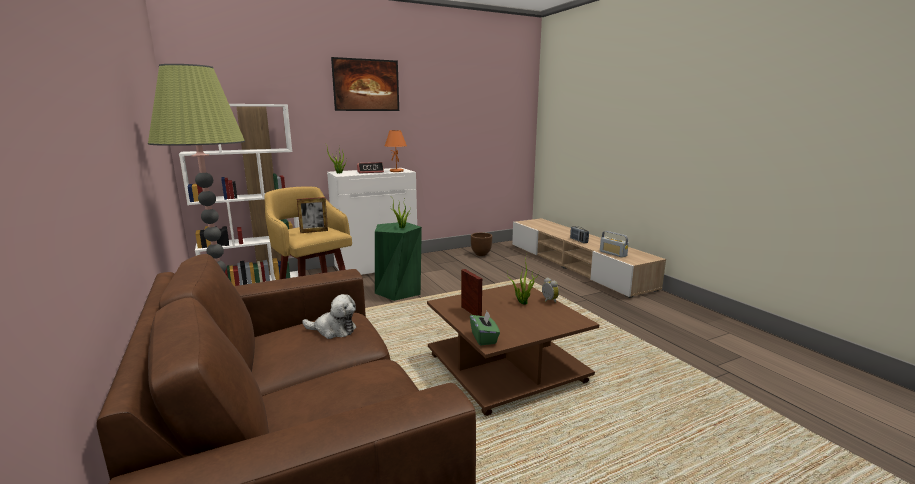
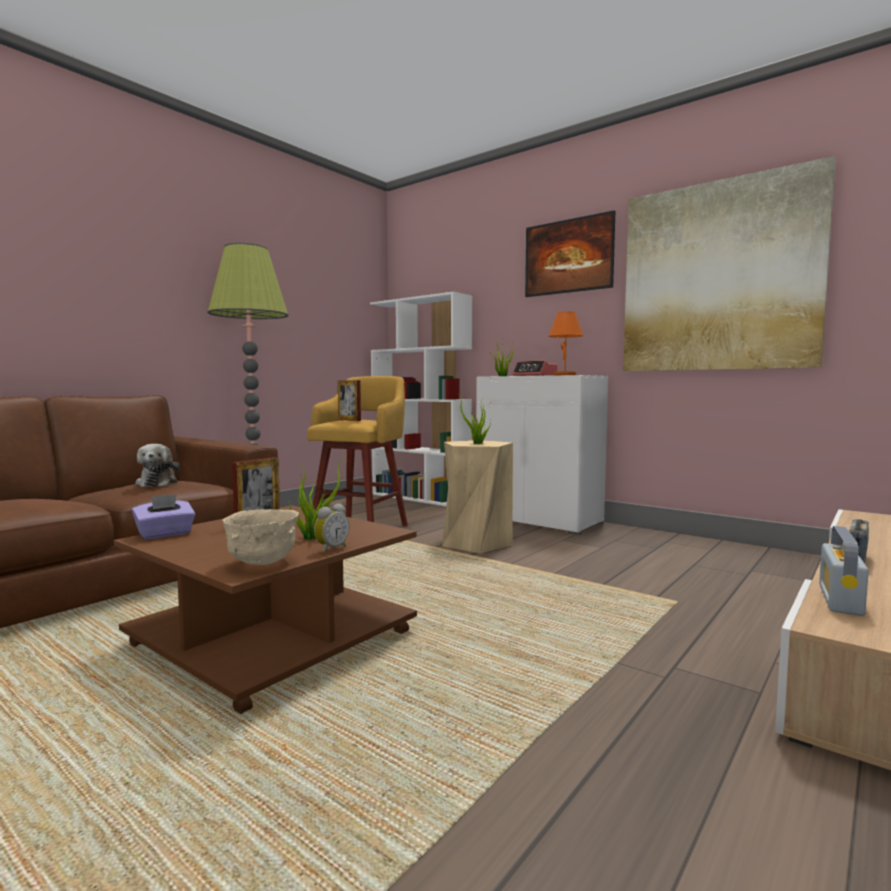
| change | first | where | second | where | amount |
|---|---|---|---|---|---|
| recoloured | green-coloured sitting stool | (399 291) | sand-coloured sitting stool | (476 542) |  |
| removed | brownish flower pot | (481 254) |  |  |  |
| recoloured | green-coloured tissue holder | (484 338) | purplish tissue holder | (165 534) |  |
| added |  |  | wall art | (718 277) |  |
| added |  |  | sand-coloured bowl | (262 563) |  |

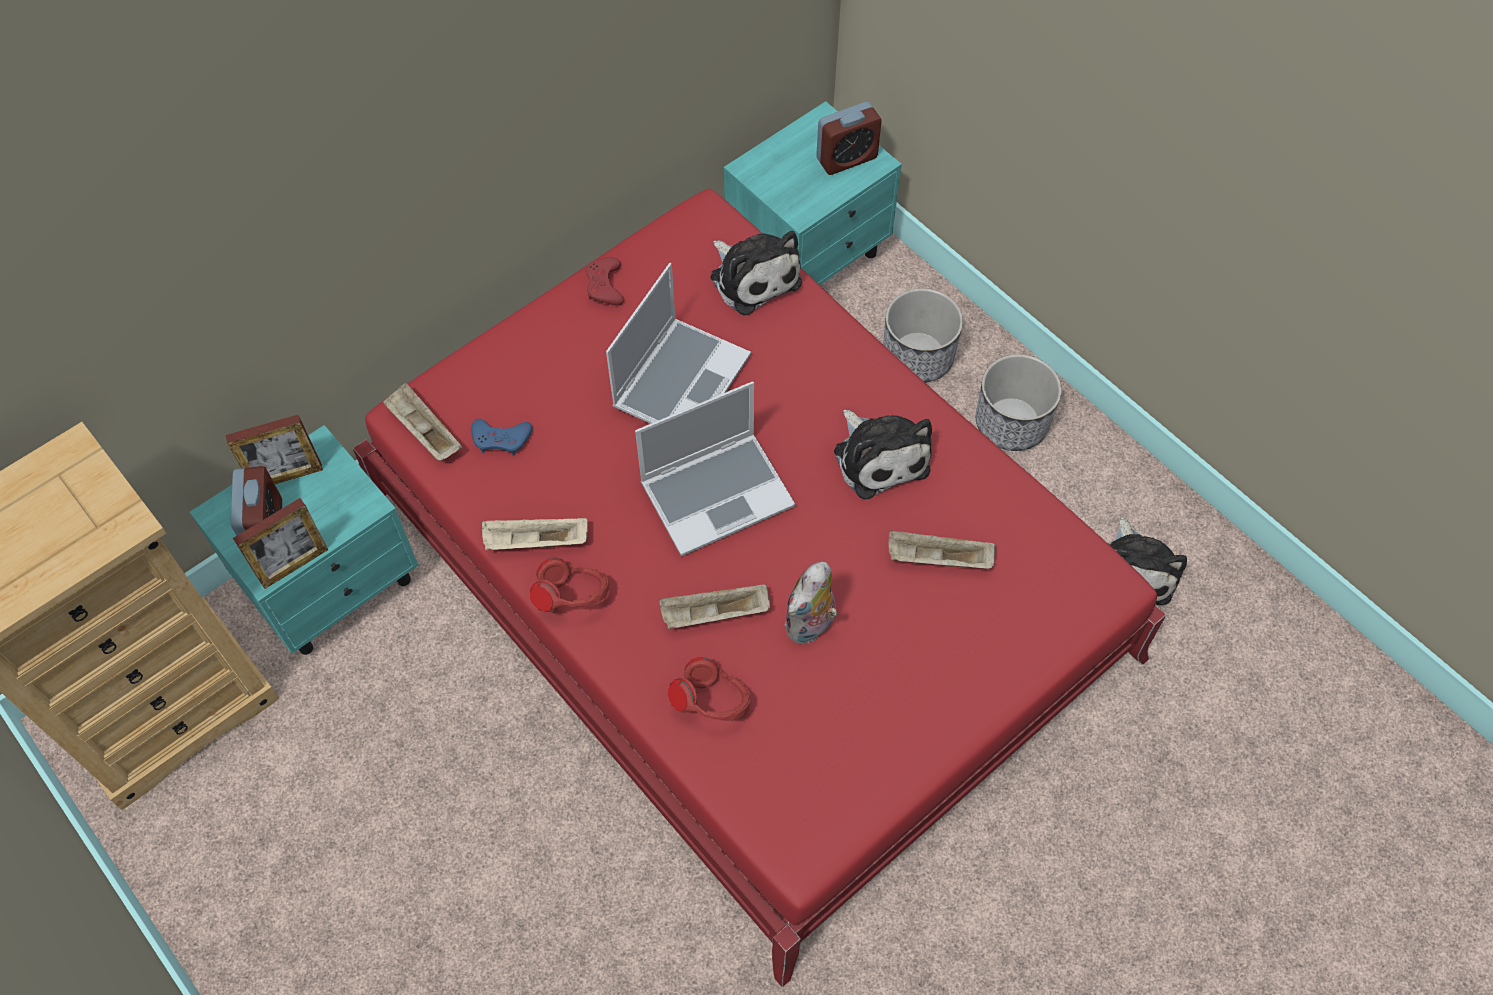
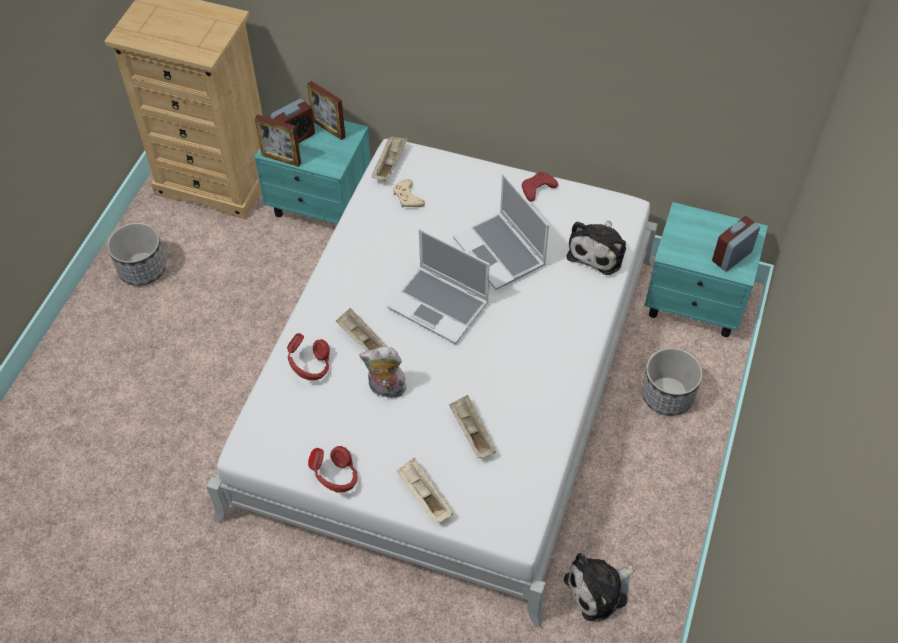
| change | first | where | second | where | amount |
|---|---|---|---|---|---|
| turned | table clock | (846 158) |  | (731 256) | 105 degrees clockwise |
| recoloured | red bed | (747 577) | whitish bed | (449 382) |  |
| turned | laptop | (681 380) |  | (501 252) | 60 degrees clockwise |
| moved | flower pot | (1010 423) |  | (142 269) |  |
| removed | cuddly toy | (879 456) |  |  |  |
| recoloured | bluish game controller | (501 439) | sand-coloured game controller | (408 197) |  |
| moved | sand-coloured serving tray | (535 543) |  | (424 496) |  |
| moved | red headset | (573 597) |  | (336 478) |  |

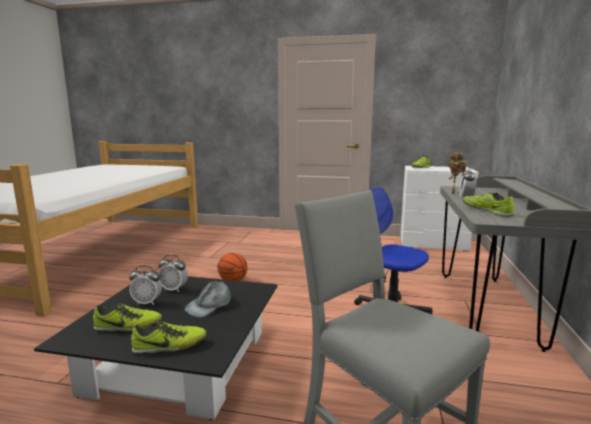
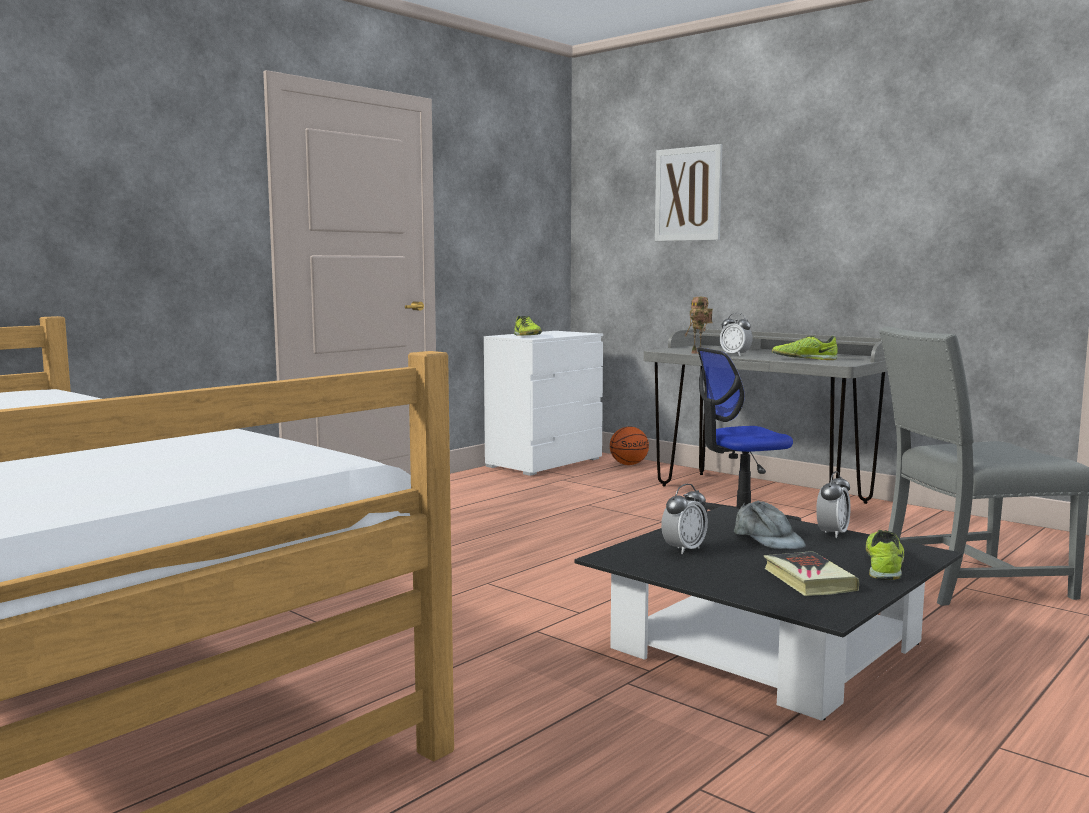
| change | first | where | second | where | amount |
|---|---|---|---|---|---|
| moved | ball for basketball | (233 281) |  | (629 464) |  |
| moved | table clock | (147 302) |  | (832 533) |  |
| replaced | low shoe | (128 327) | volume | (808 580) |  |
| added |  |  | wall art | (688 194) |  |

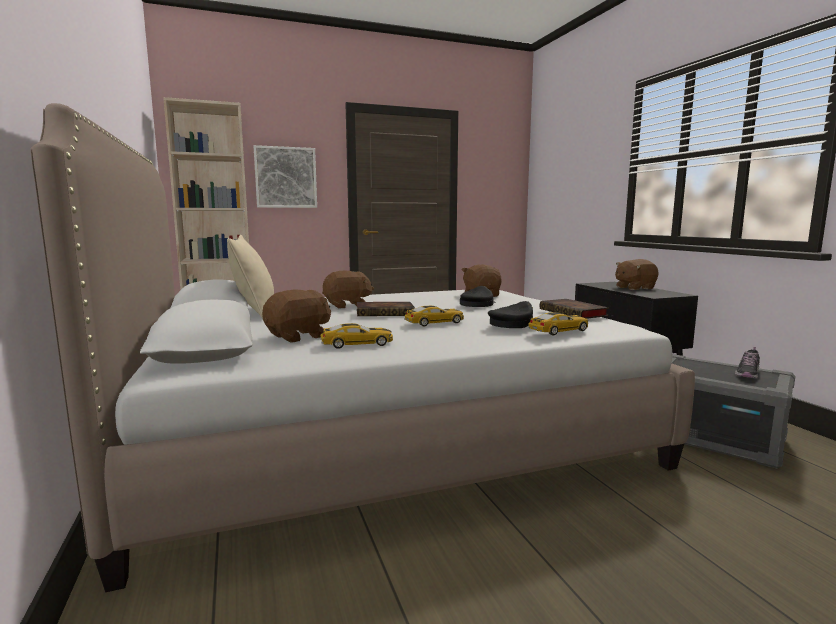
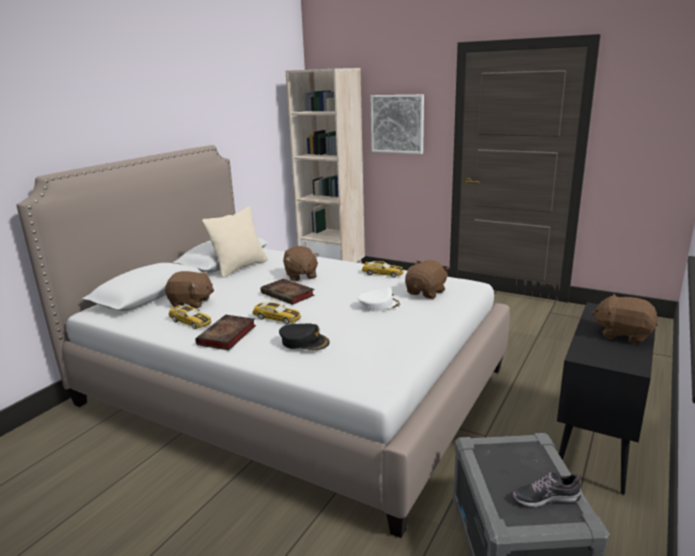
| change | first | where | second | where | amount |
|---|---|---|---|---|---|
| turned | brownish cuddly toy | (347 305) |  | (300 276) | 45 degrees clockwise |
| recoloured | black-coloured baseball cap | (477 304) | whitish baseball cap | (379 305) |  |
| moved | volume | (574 313) |  | (227 336) |  |
| moved | model car | (559 331) |  | (383 273) |  |

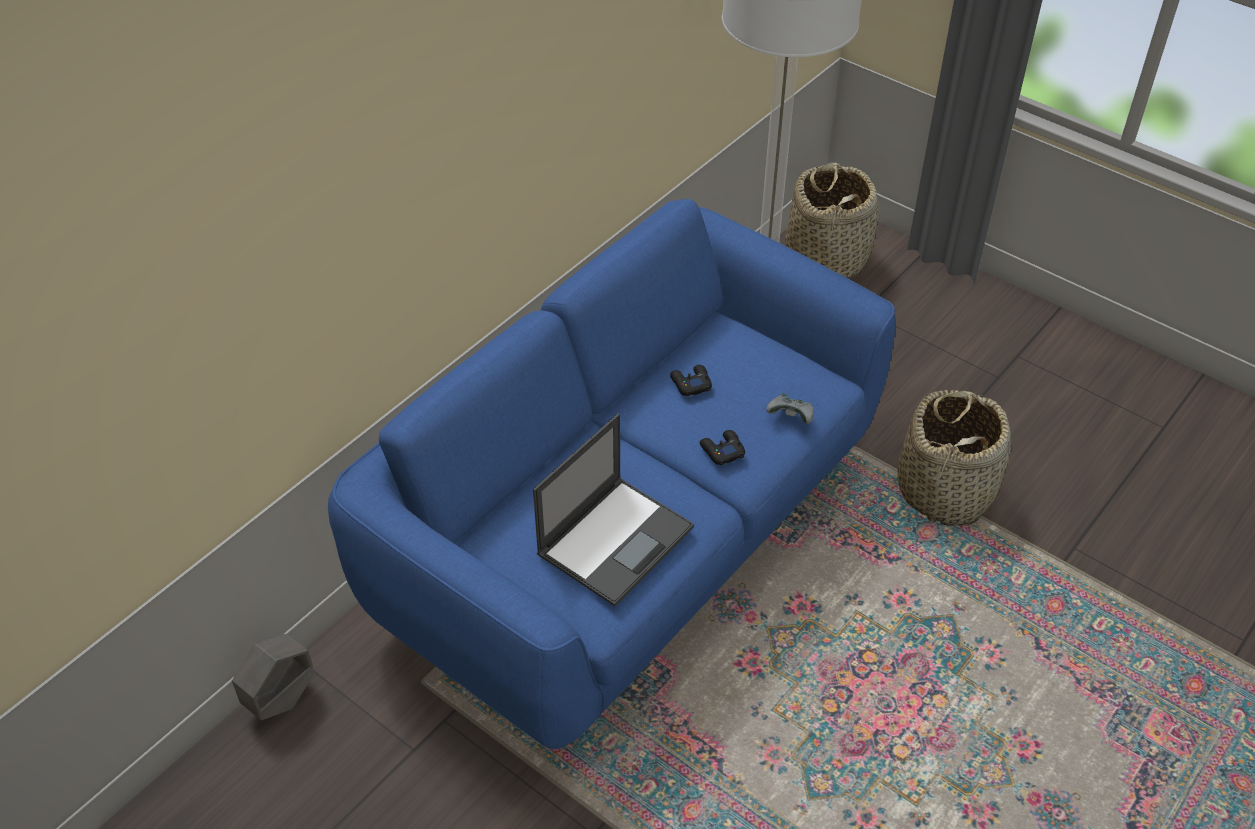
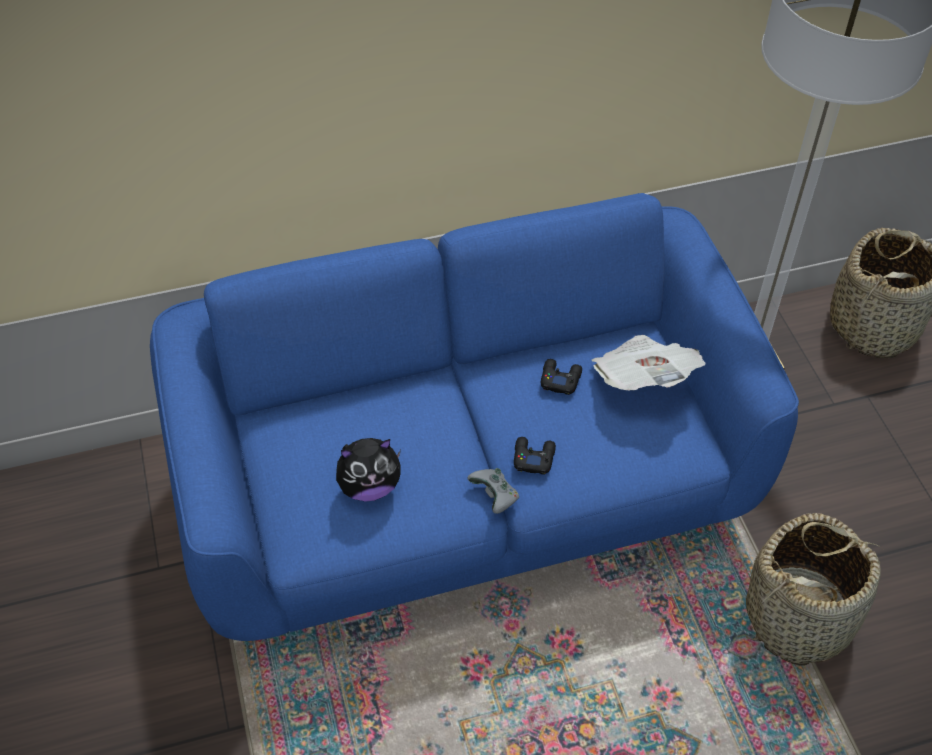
| change | first | where | second | where | amount |
|---|---|---|---|---|---|
| moved | gray game controller | (791 417) |  | (495 497) |  |
| replaced | laptop | (616 539) | cuddly toy | (369 486) |  |
| removed | gray flower pot | (281 700) |  |  |  |
| added |  |  | daily paper | (643 380) |  |

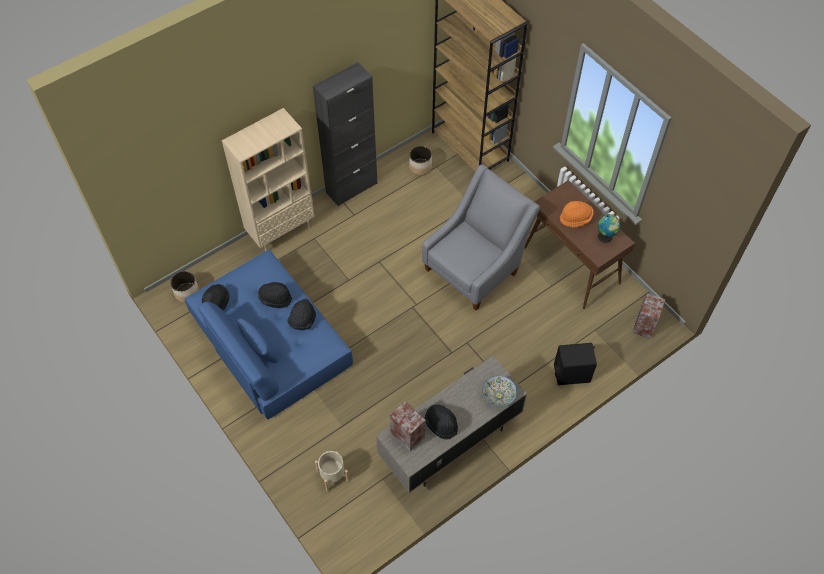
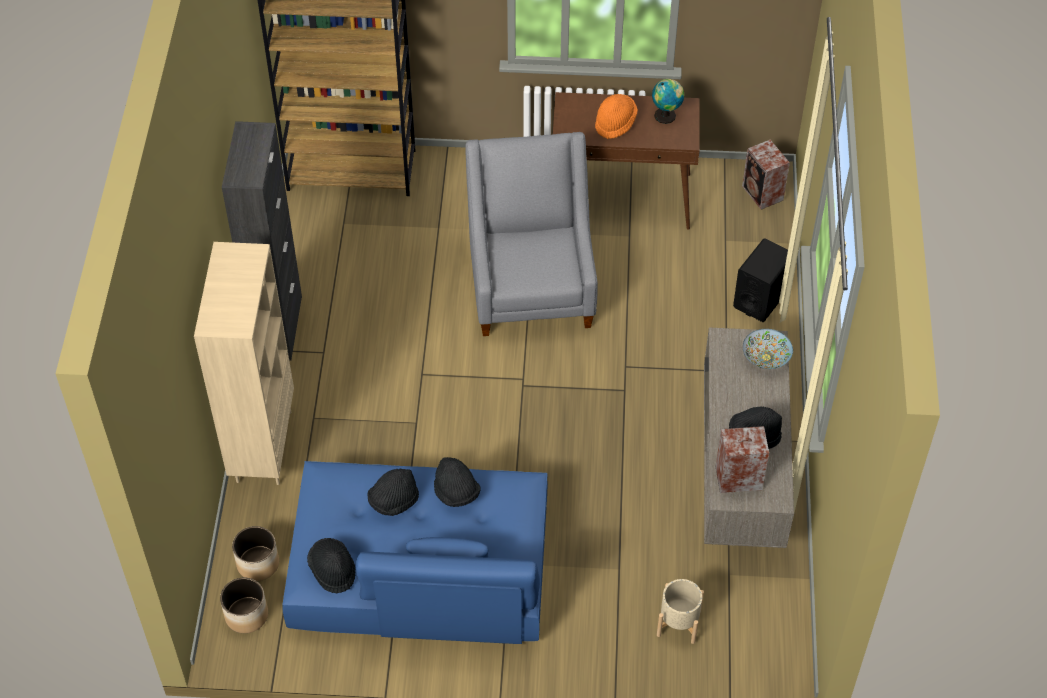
| change | first | where | second | where | amount |
|---|---|---|---|---|---|
| moved | flower pot | (420 167) |  | (258 563) |  |

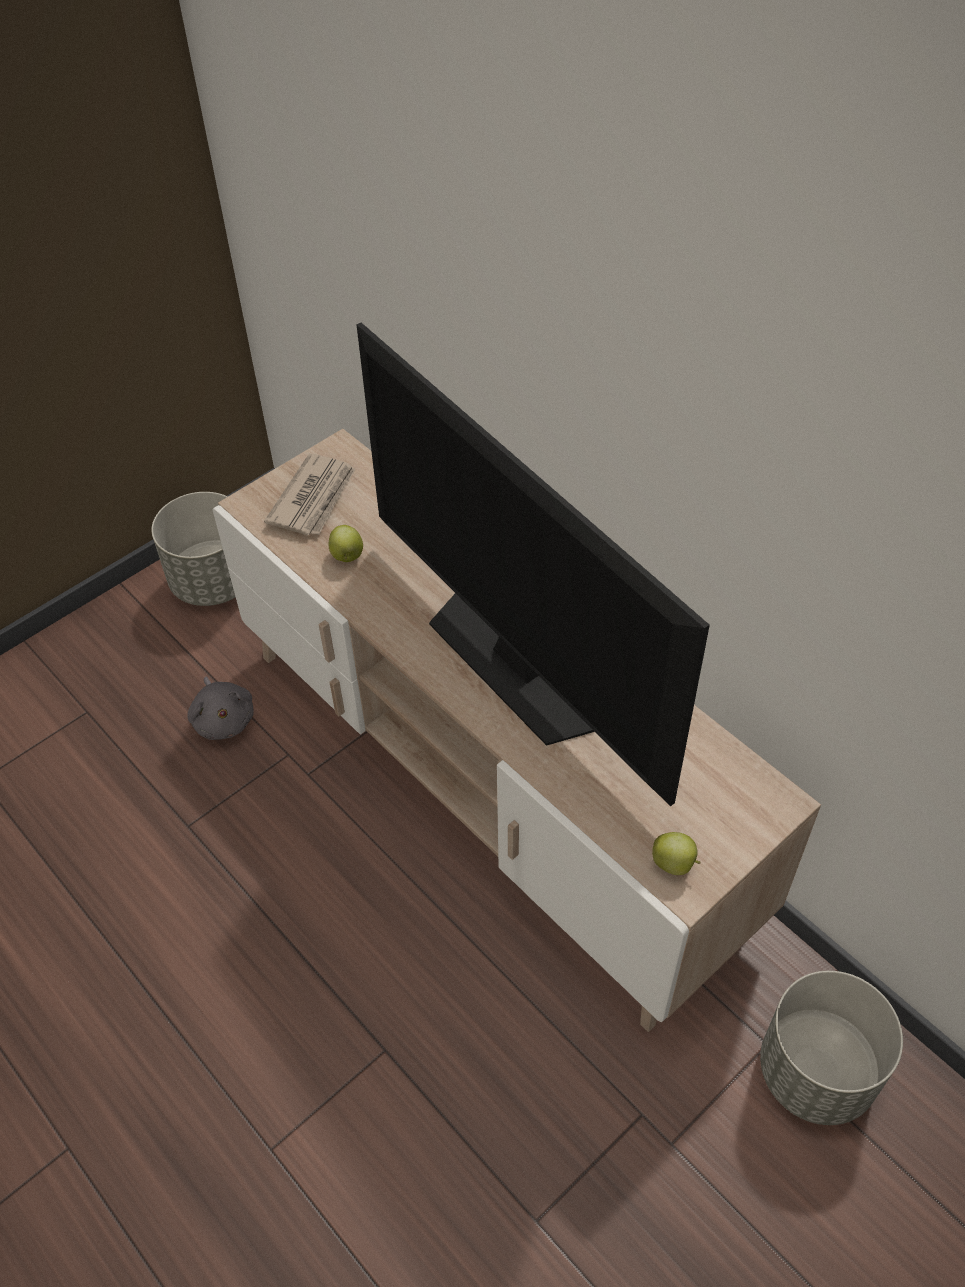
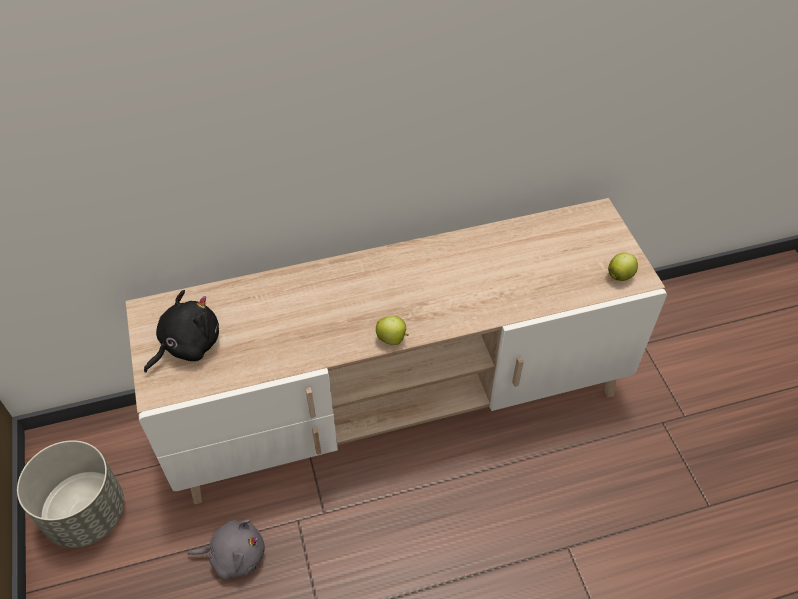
| change | first | where | second | where | amount |
|---|---|---|---|---|---|
| removed | TV set | (518 663) |  |  |  |
| replaced | daily paper | (314 498) | black-coloured cuddly toy | (187 345) |  |
| moved | whole apple | (347 556) |  | (392 339) |  |
| removed | gray flower pot | (817 1072) |  |  |  |

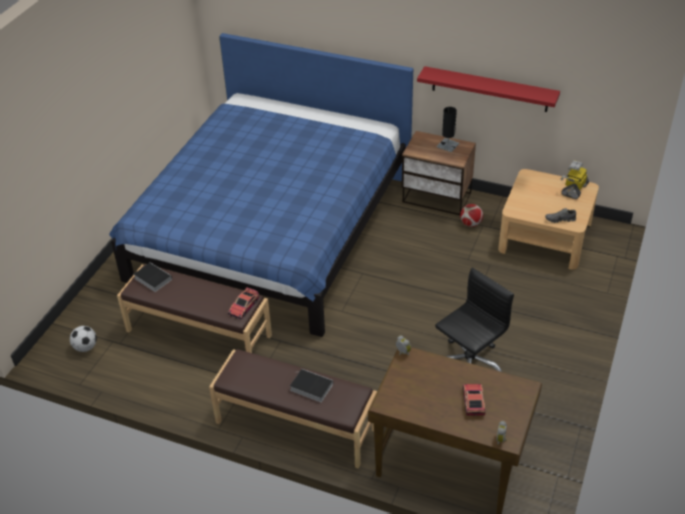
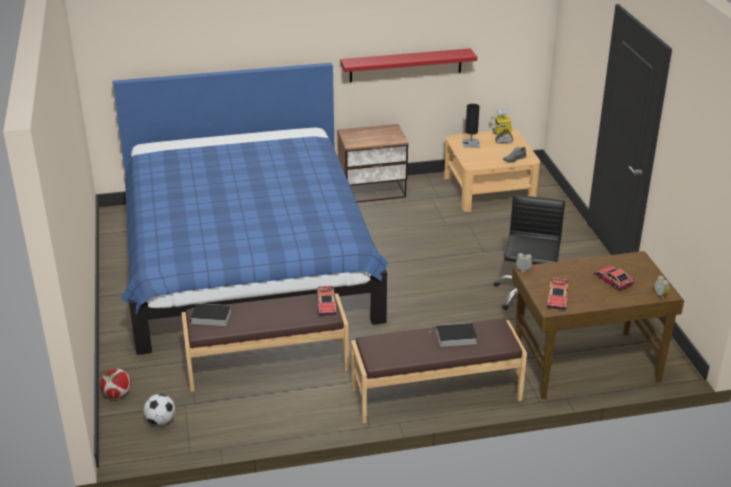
| change | first | where | second | where | amount |
|---|---|---|---|---|---|
| moved | black-coloured table lamp | (447 145) |  | (470 143) |  |
| moved | football | (471 224) |  | (117 394) |  |
| added |  |  | model car | (557 298) |  |

